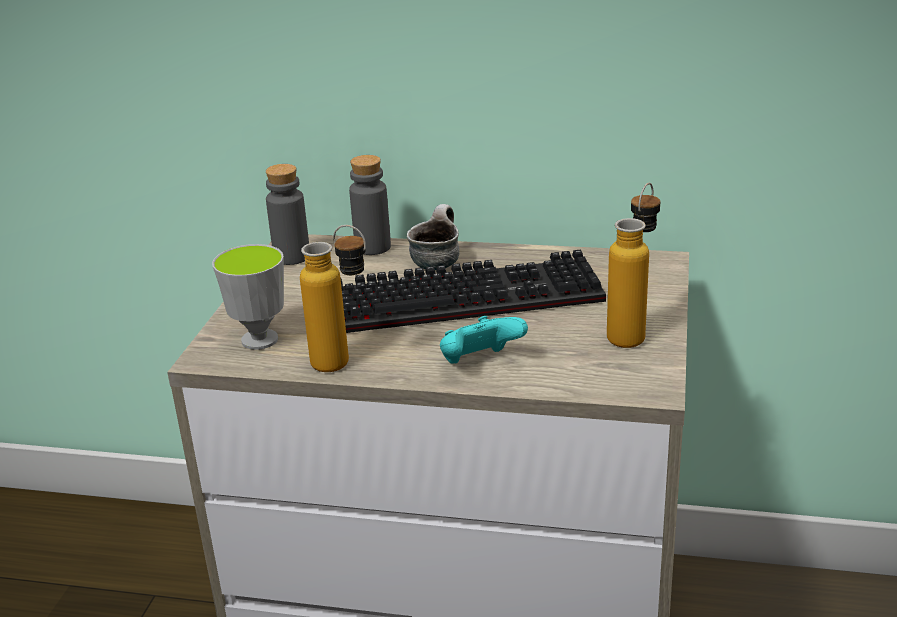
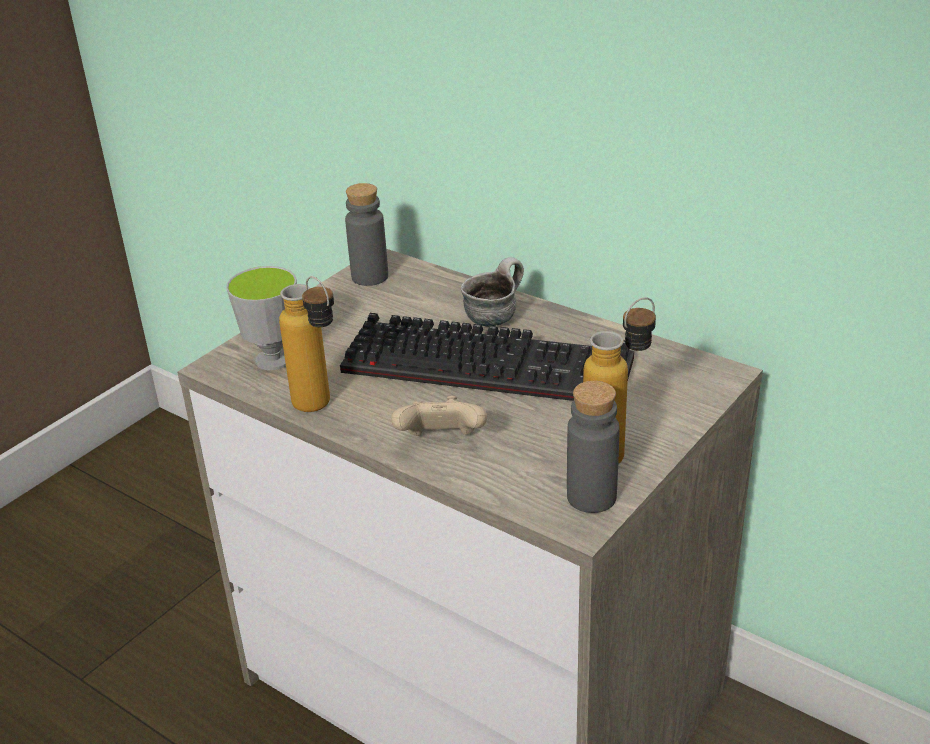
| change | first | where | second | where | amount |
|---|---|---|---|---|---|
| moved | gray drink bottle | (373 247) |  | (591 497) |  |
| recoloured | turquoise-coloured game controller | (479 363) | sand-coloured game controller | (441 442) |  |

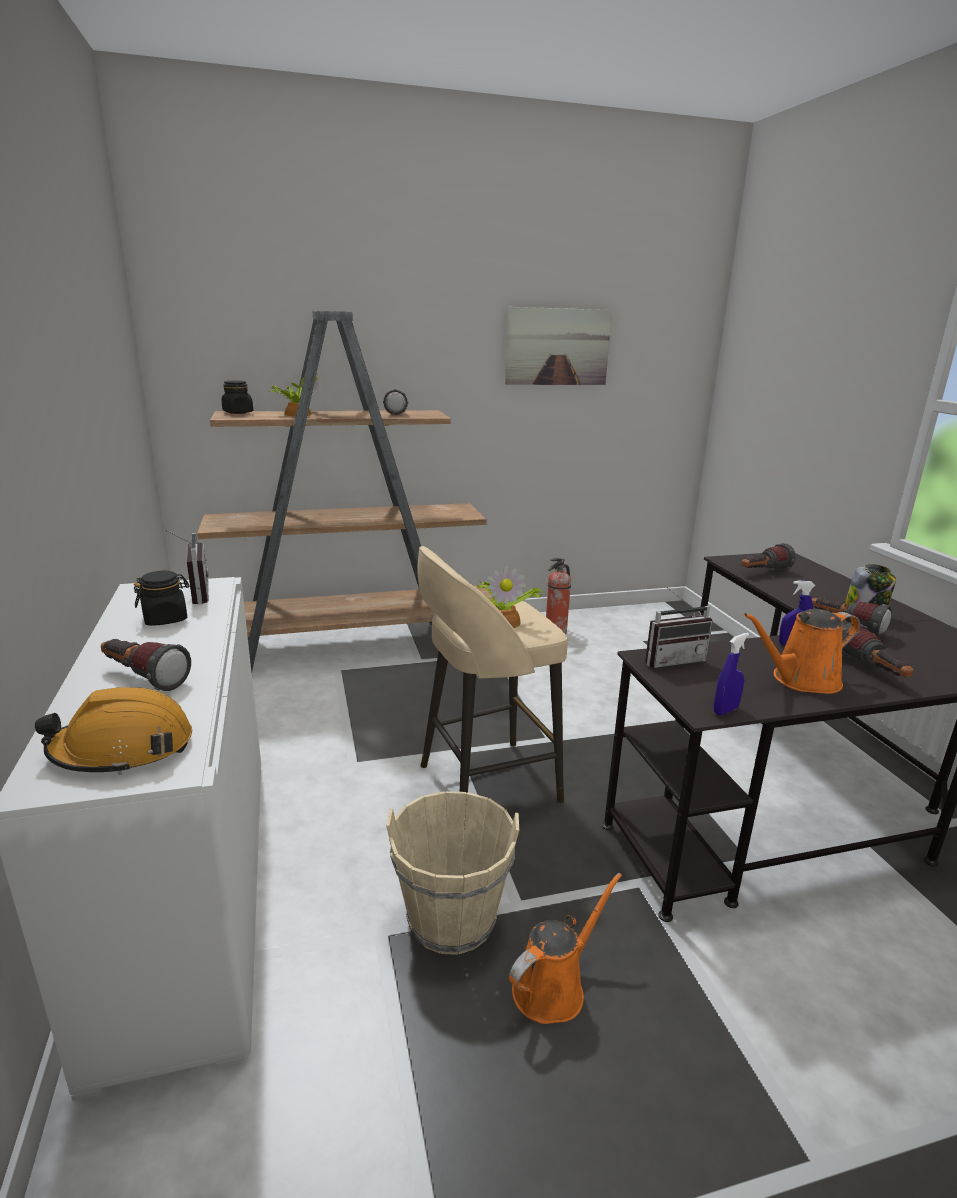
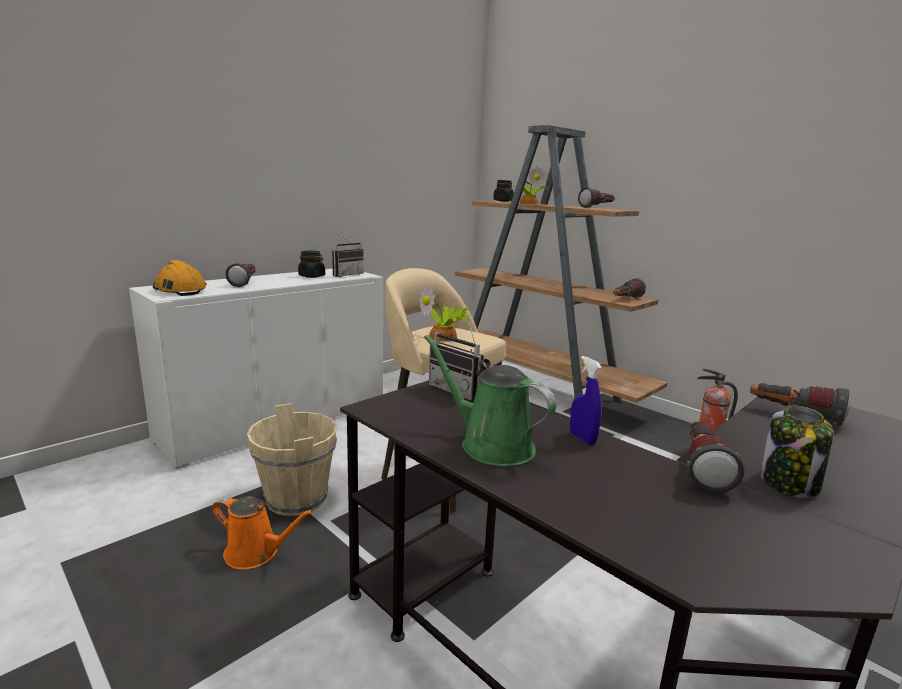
| change | first | where | second | where | amount |
|---|---|---|---|---|---|
| removed | wall art | (557 347) |  |  |  |
| recoloured | orangey sprinkling can | (800 680) | green-coloured sprinkling can | (490 445) |  |
| moved | hand torch | (871 671) |  | (625 300) |  |
| removed | bluish spray bottle | (725 710) |  |  |  |

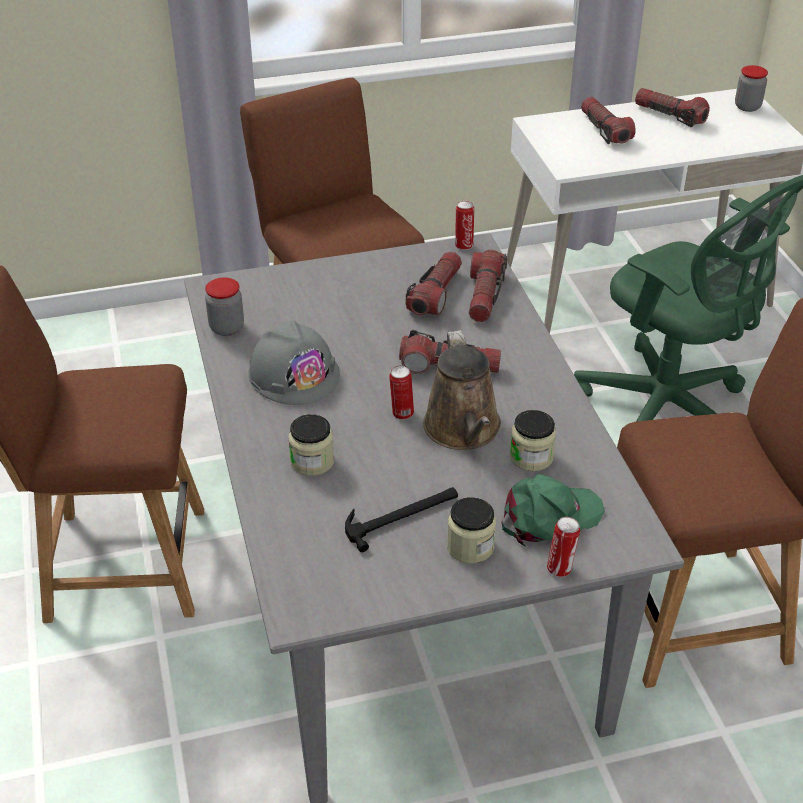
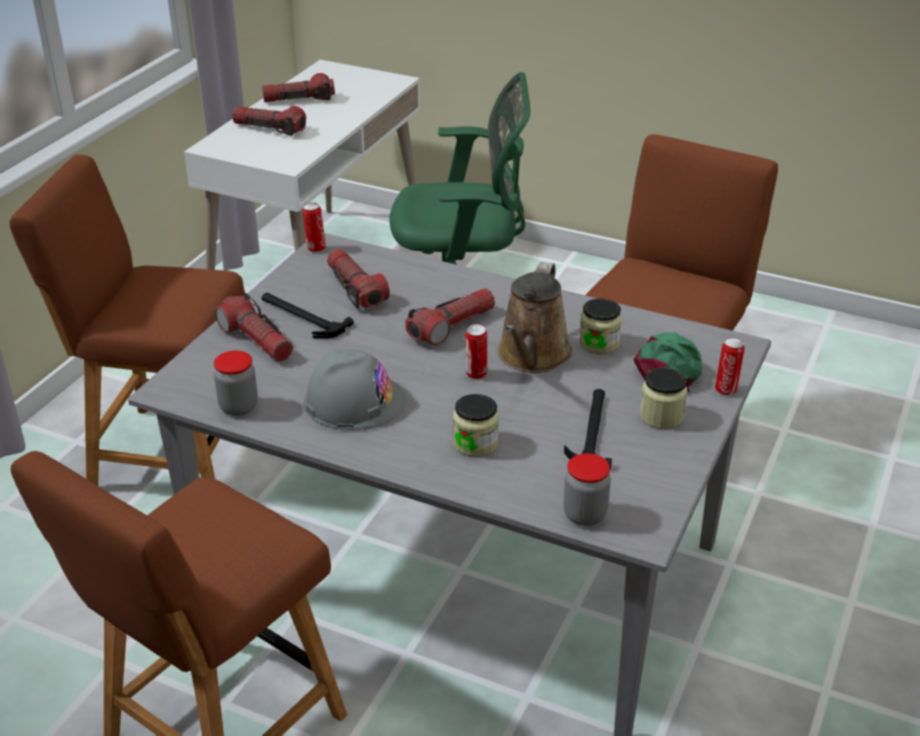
| change | first | where | second | where | amount |
|---|---|---|---|---|---|
| moved | jar | (747 107) |  | (584 514) |  |
| moved | hand torch | (484 296) |  | (256 340) |  |
| turned | brownish sprinkling can | (464 430) |  | (532 356) | 75 degrees clockwise |
| added |  |  | tool hammer | (301 317) |  |

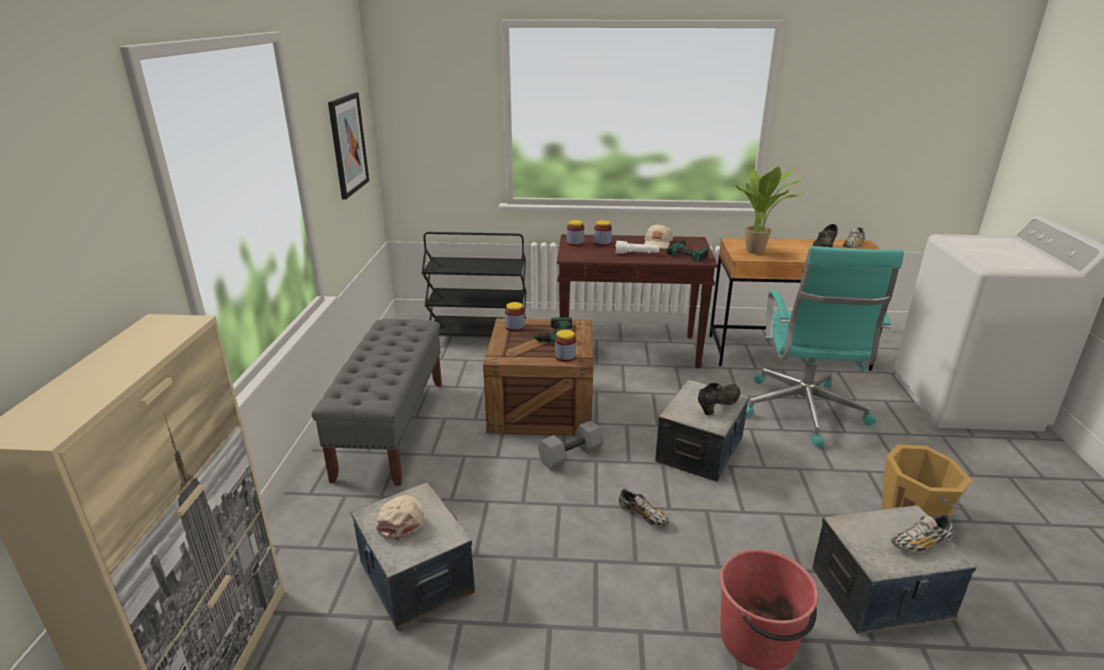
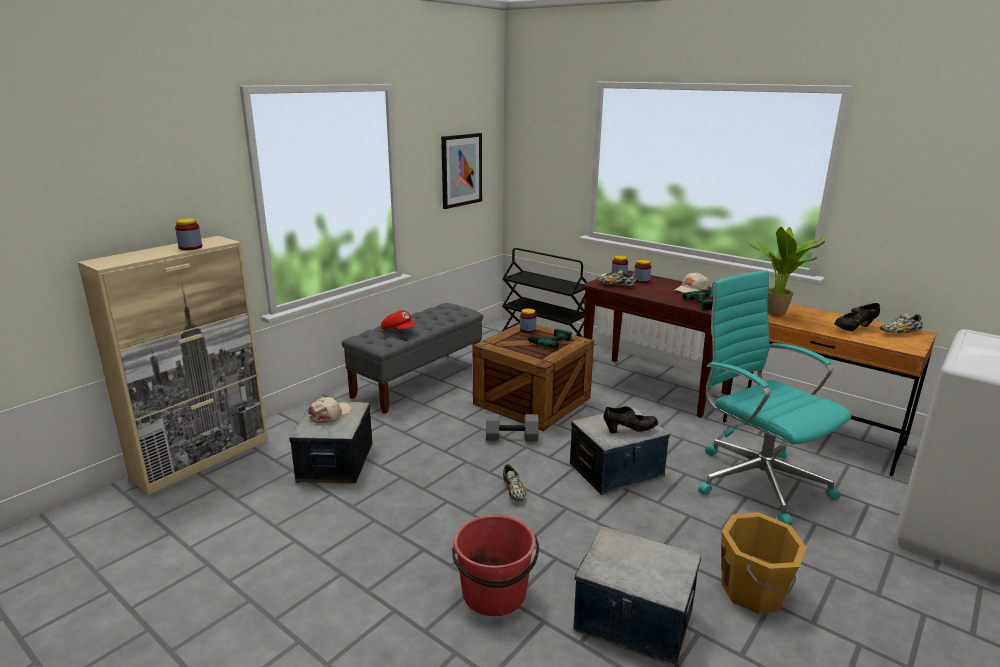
| change | first | where | second | where | amount |
|---|---|---|---|---|---|
| removed | whitish hand torch | (637 253) |  |  |  |
| turned | turquoise-coloured desk chair | (803 412) |  | (757 480) | 105 degrees clockwise |
| moved | jar | (565 357) |  | (190 247) |  |
| moved | low shoe | (920 543) |  | (615 285) |  |
| added |  |  | red baseball cap | (399 330) |  |

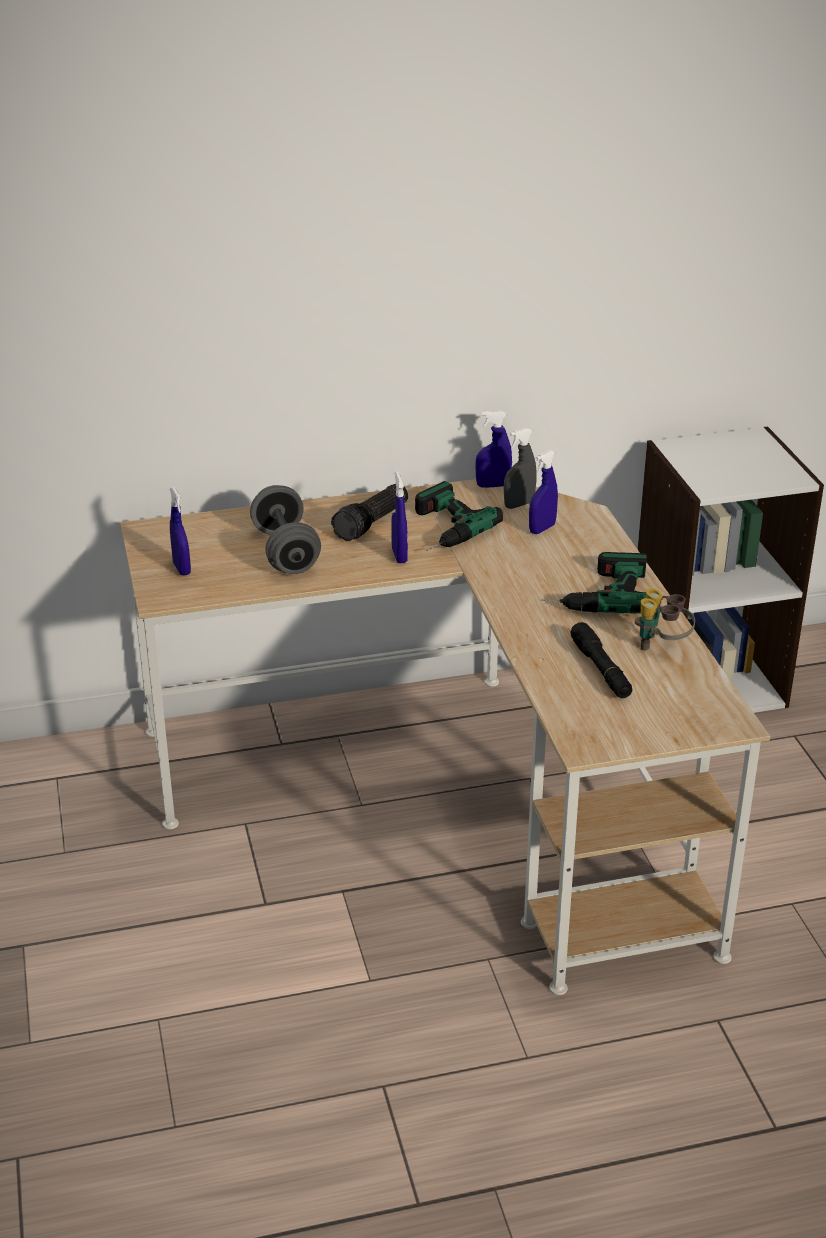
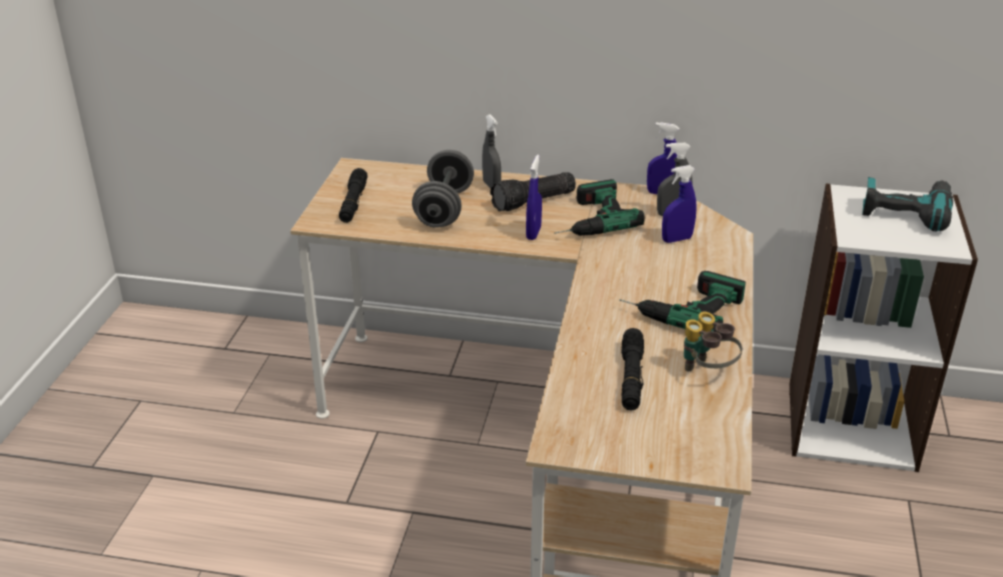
| change | first | where | second | where | amount |
|---|---|---|---|---|---|
| replaced | bluish spray bottle | (182 569) | black-coloured hand torch | (353 203) |  |
| added |  |  | gray spray bottle | (491 186) |  |
| added |  |  | power drill | (905 211) |  |

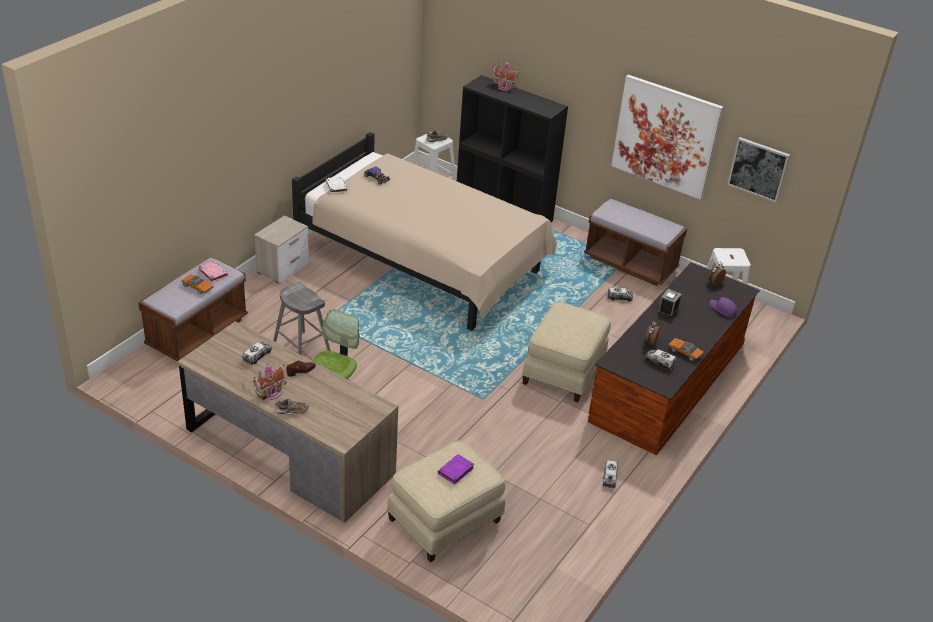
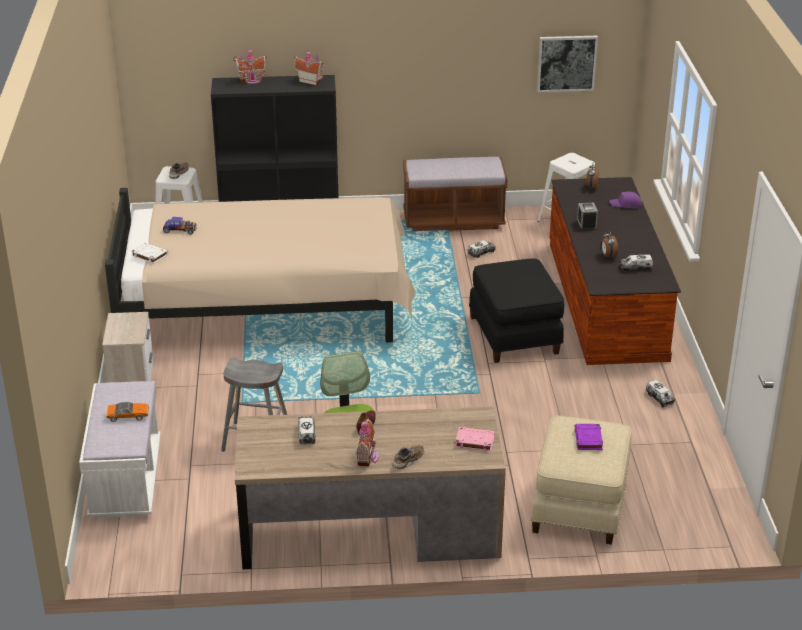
| change | first | where | second | where | amount |
|---|---|---|---|---|---|
| removed | wall art | (666 136) |  |  |  |
| recoloured | brownish bench | (197 333) | whitish bench | (126 480) |  |
| moved | pink volume | (213 273) |  | (474 441) |  |
| recoloured | sand-coloured footrest | (564 371) | black-coloured footrest | (515 335) |  |
| removed | model car | (684 352) |  |  |  |
| added |  |  | miniature house | (310 81) |  |

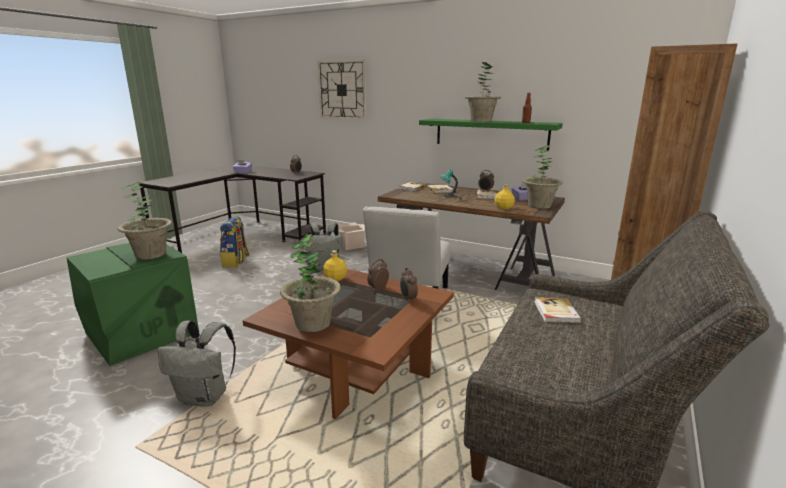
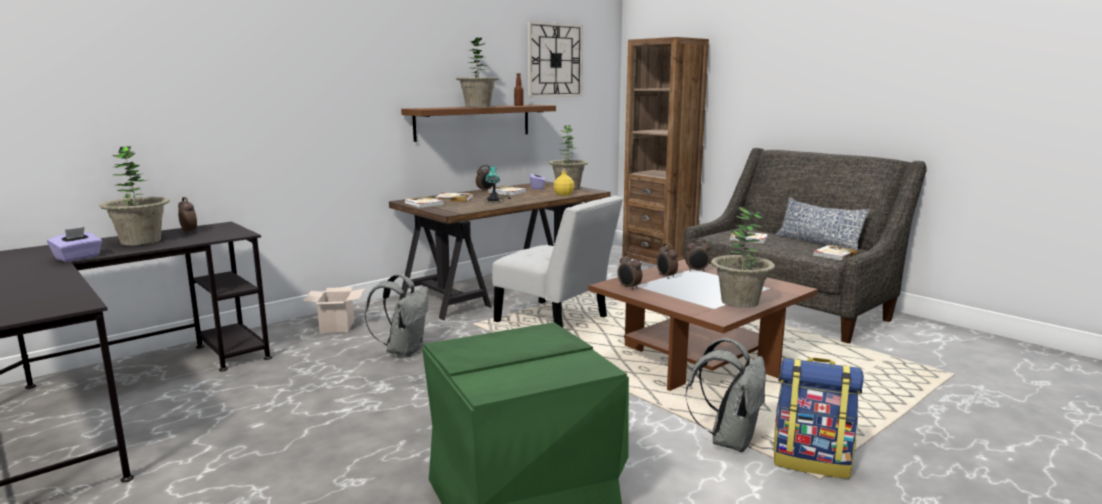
| change | first | where | second | where | amount |
|---|---|---|---|---|---|
| moved | wall clock | (342 90) |  | (555 60) |  |
| recoloured | green-coloured shelf | (491 133) | brownish shelf | (473 122) |  |
| moved | plant in a pot | (150 254) |  | (140 241) |  |
| moved | knapsack | (236 262) |  | (812 461) |  |
| replaced | yellow drink bottle | (335 279) | table clock | (629 287) |  |
| added |  |  | throw pillow | (818 243) |  |
| added |  |  | volume | (834 254) |  |

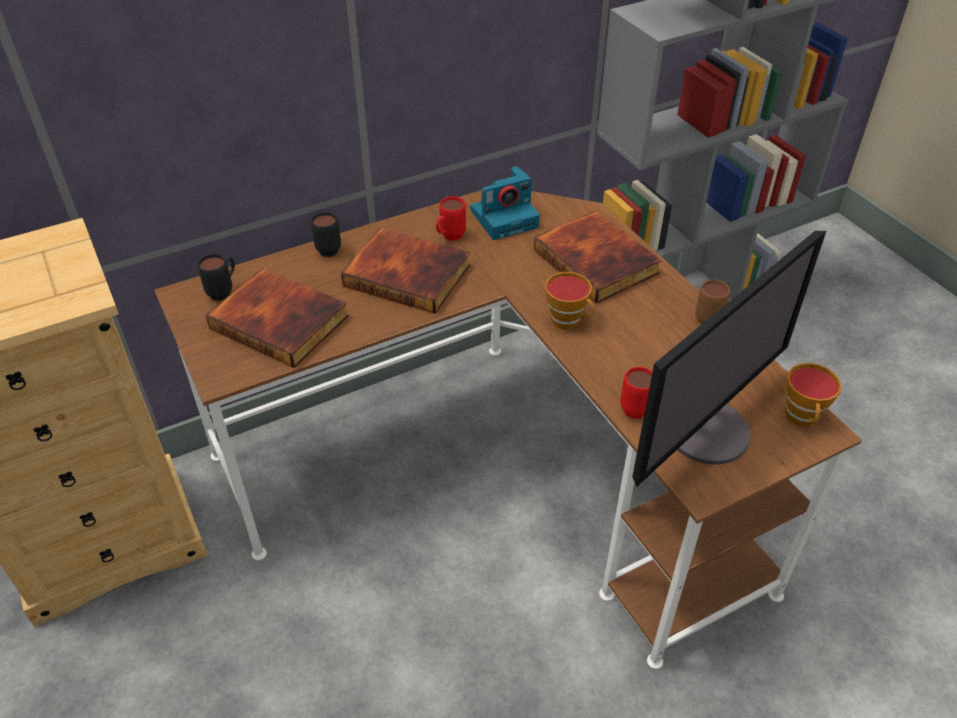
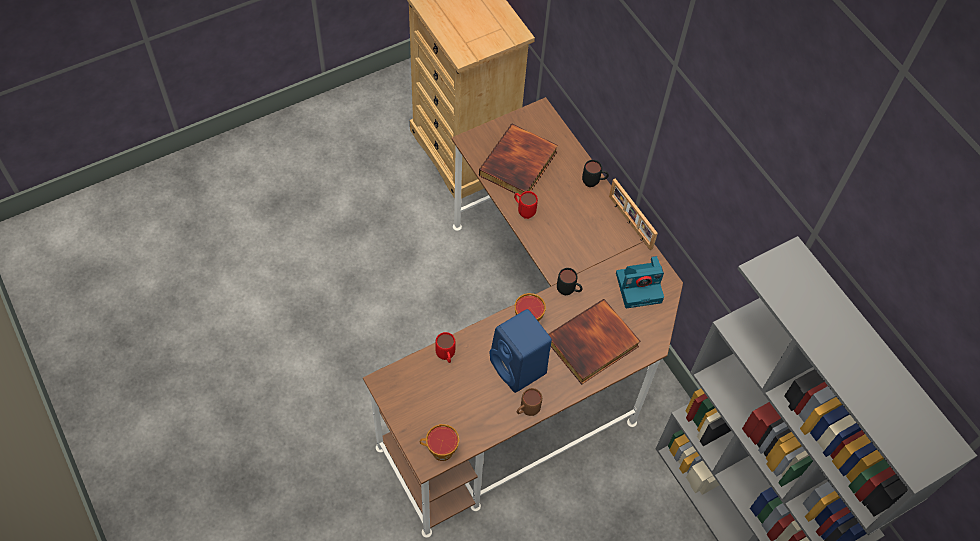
| change | first | where | second | where | amount |
|---|---|---|---|---|---|
| turned | photo camera | (505 218) |  | (639 287) | 75 degrees counterclockwise |
| moved | red coffee mug | (449 238) |  | (523 211) |  |
| removed | volume | (409 274) |  |  |  |
| removed | computer display | (705 430) |  |  |  |
| moved | black-coloured coffee mug | (224 291) |  | (568 291) |  |
| added |  |  | picture frame | (629 222) |  |
| added |  |  | bluish speaker | (519 368) |  |

